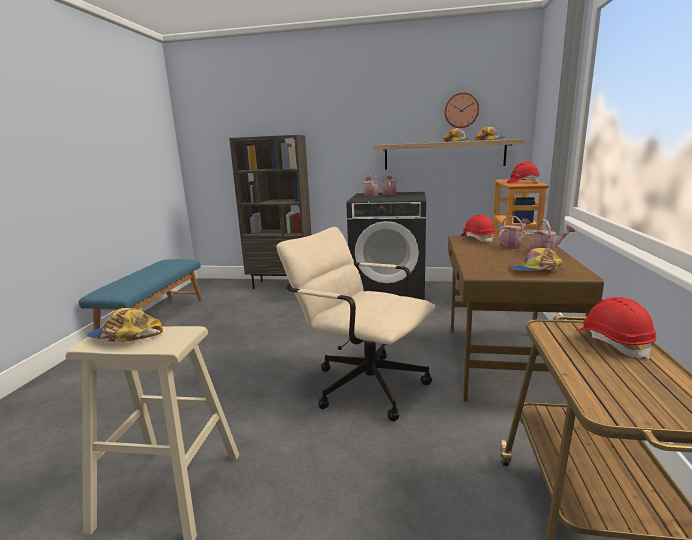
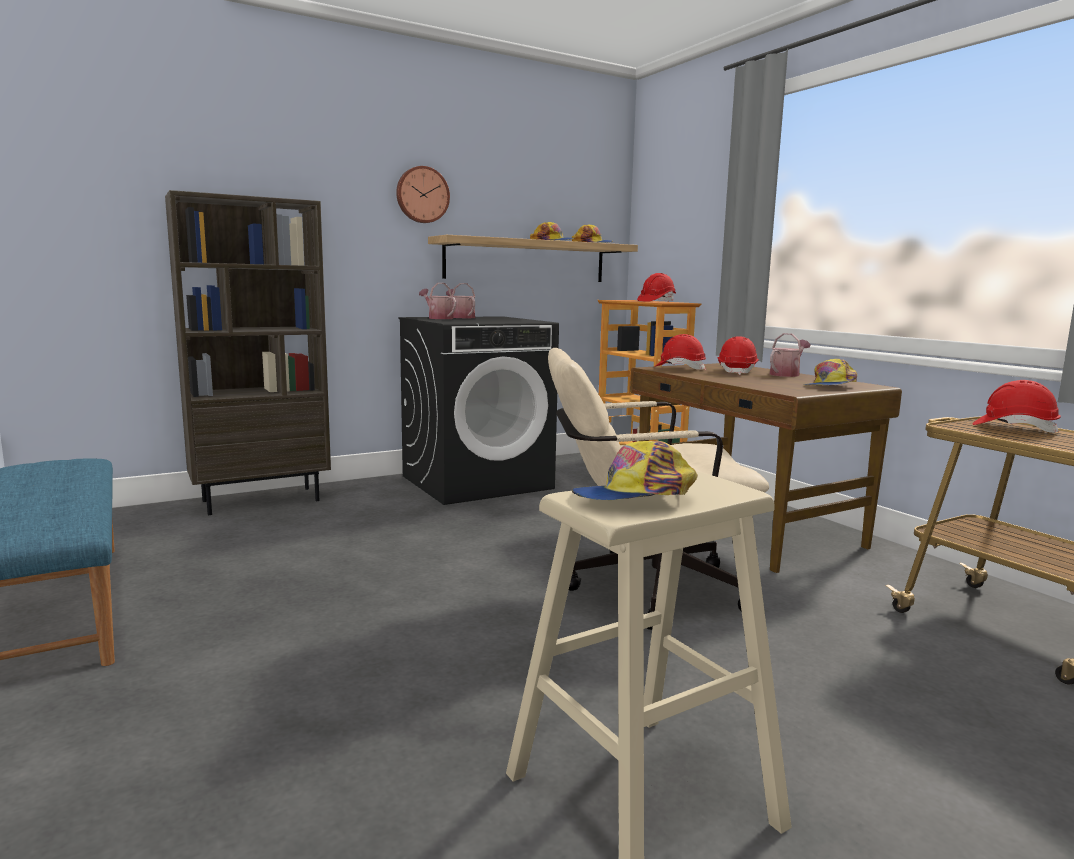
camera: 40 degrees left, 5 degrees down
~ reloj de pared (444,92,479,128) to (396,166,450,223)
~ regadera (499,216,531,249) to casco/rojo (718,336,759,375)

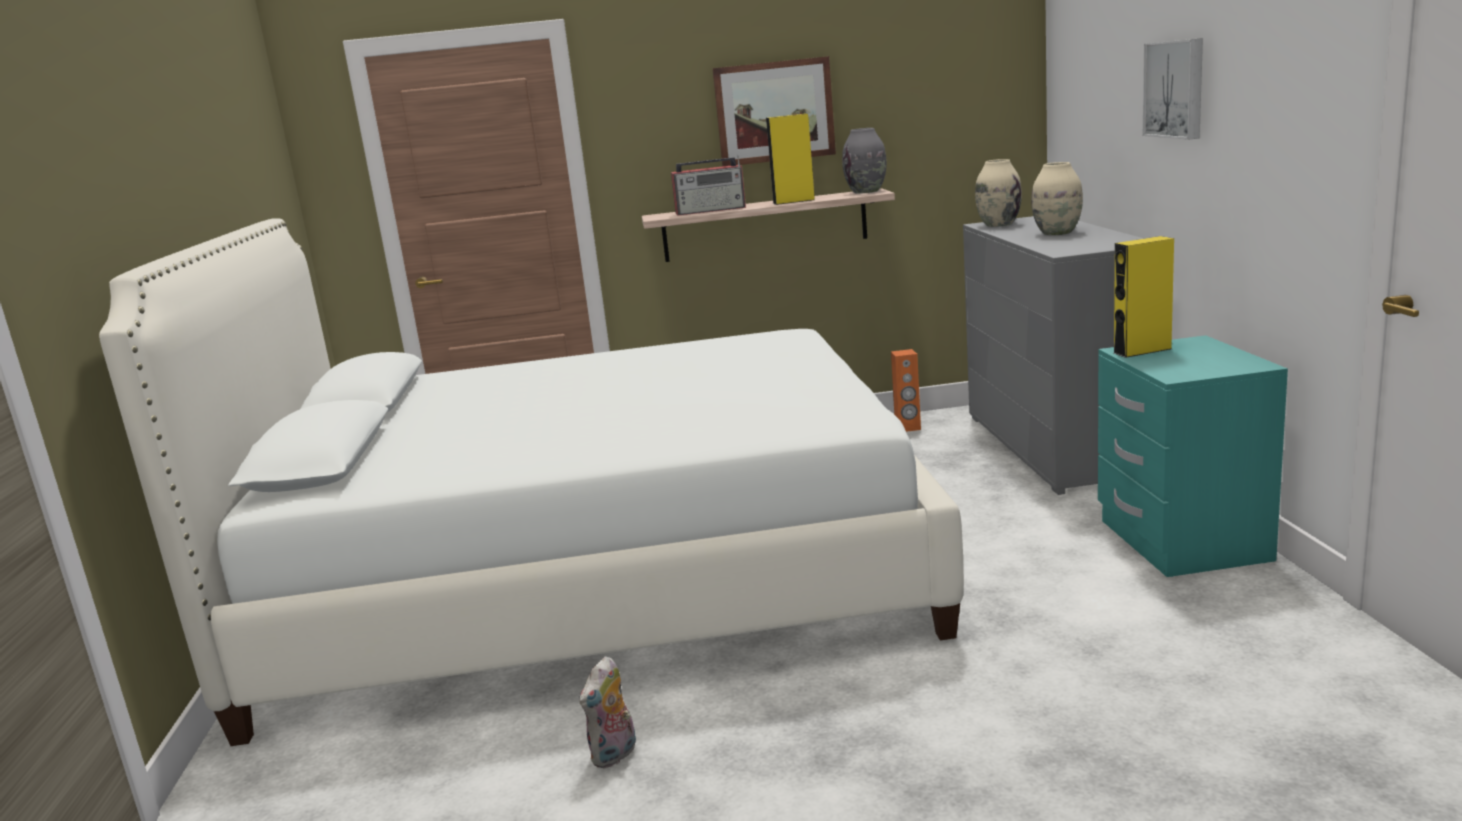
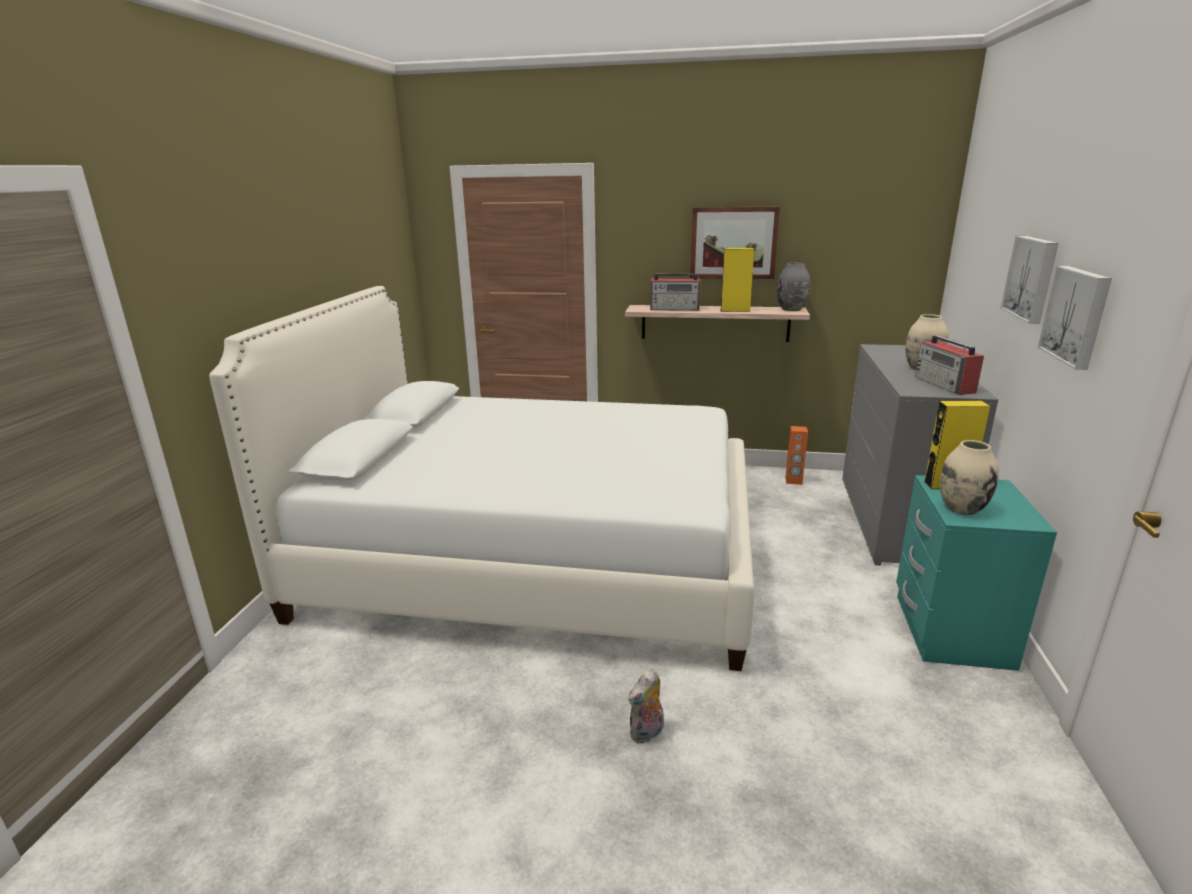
camera: 15 degrees right, 5 degrees up
~ peluche (579,656,636,768) to (629,669,664,744)
+ radio (915,335,984,395)
~ florero/beis (975,159,1022,227) to (940,440,999,515)
+ cuadro (1038,266,1112,370)

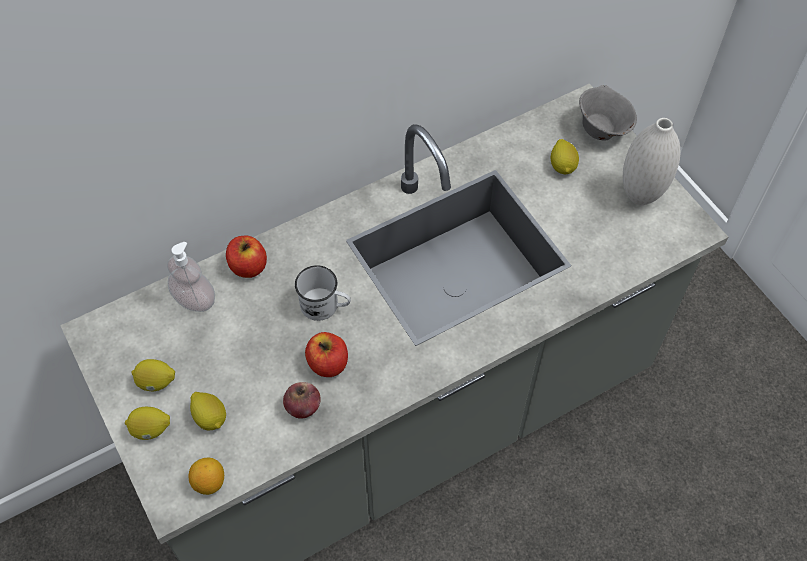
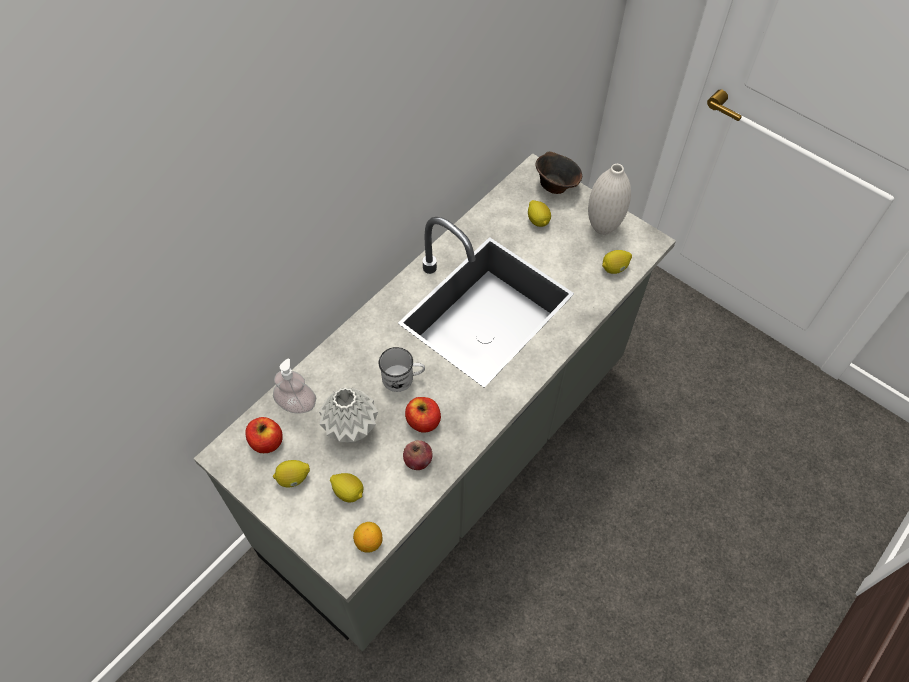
camera: 20 degrees left, 0 degrees up
~ manzana (226,236,267,278) to (245,417,283,453)
+ florero/gris (319,387,378,443)
~ cuenco/gris (579,85,637,141) to cuenco/marrón (535,151,582,194)
~ limón (125,407,170,440) to (602,250,632,274)

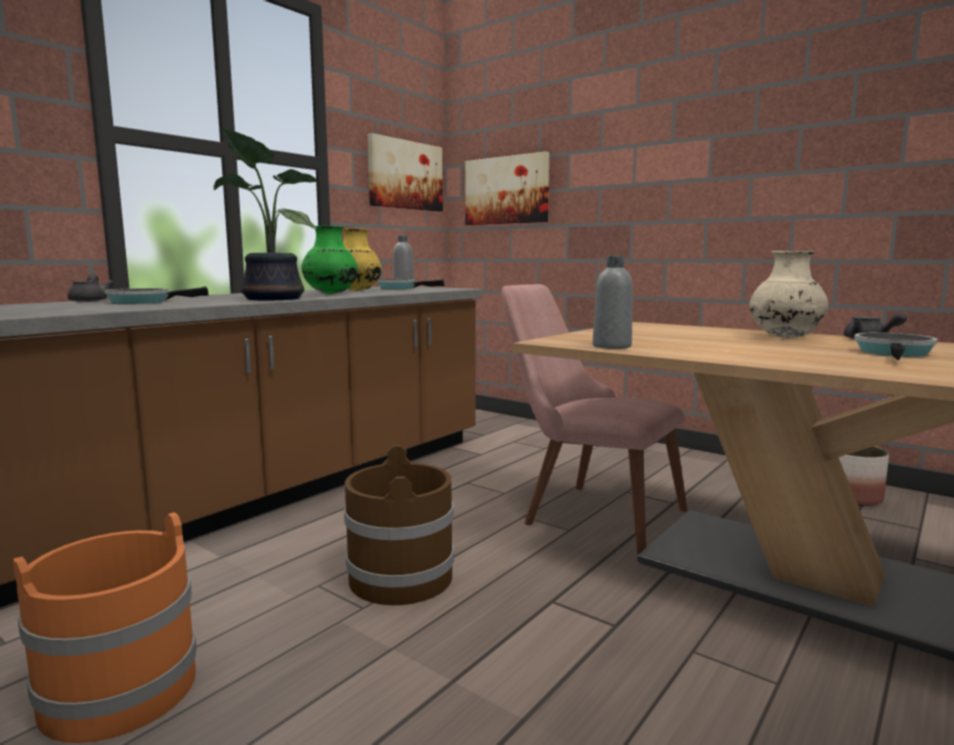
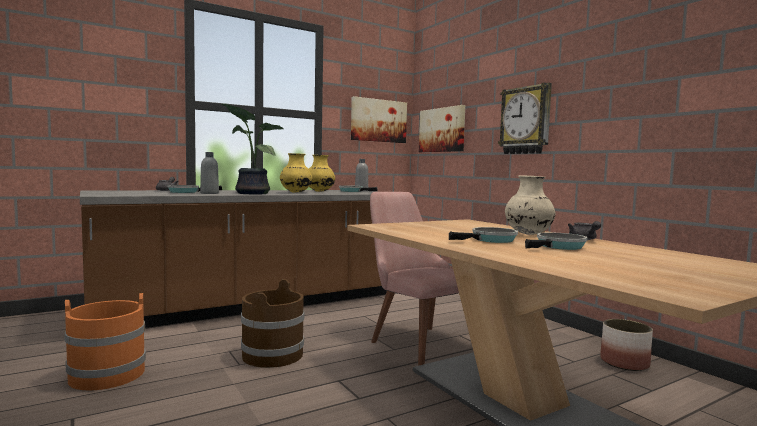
camera: 20 degrees right, 5 degrees down
~ botella/gris (593,256,633,349) to (200,152,219,194)
~ florero/verde (302,226,358,294) to florero/amarillo (280,153,312,193)
+ sartén (449,227,518,243)
+ reloj de pared (498,83,552,154)

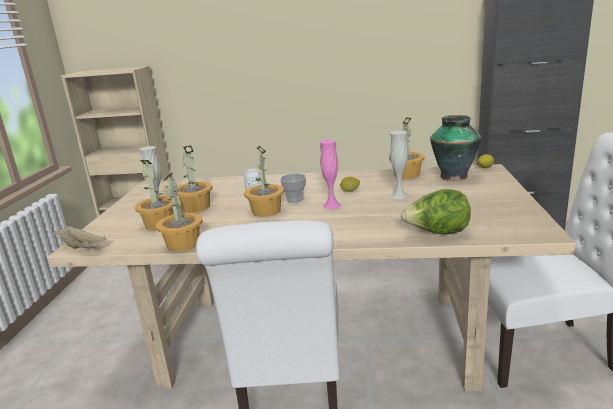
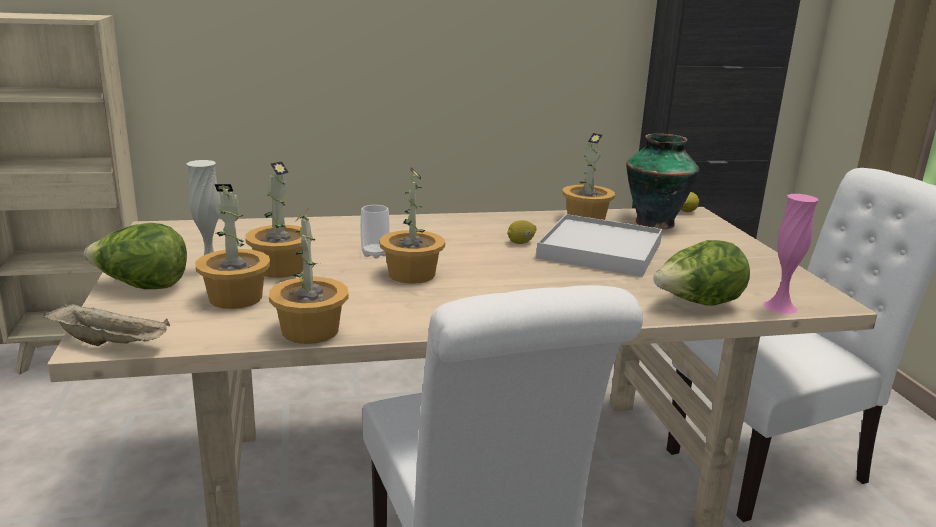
camera: 20 degrees left, 0 degrees up
+ lechuga (84,223,187,289)
~ florero/blanco (390,131,409,199) to bandeja/blanco (536,214,662,277)
~ florero/rosa (320,139,341,209) to (763,194,819,314)
- taza (280,174,306,203)

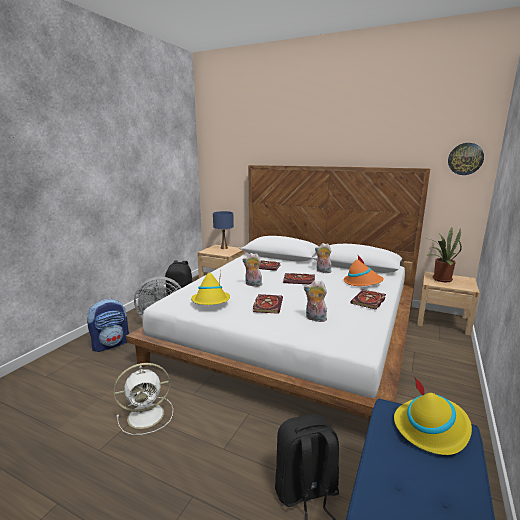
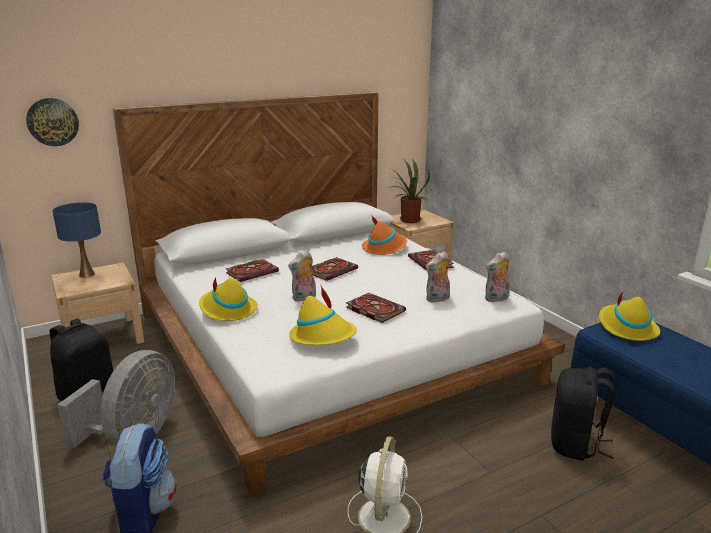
camera: 55 degrees left, 5 degrees up
~ reloj de pared (448,143,484,175) to (26,98,79,146)
+ sombrero/amarillo (199,277,258,321)
~ peluche (315,243,332,273) to (485,251,509,302)

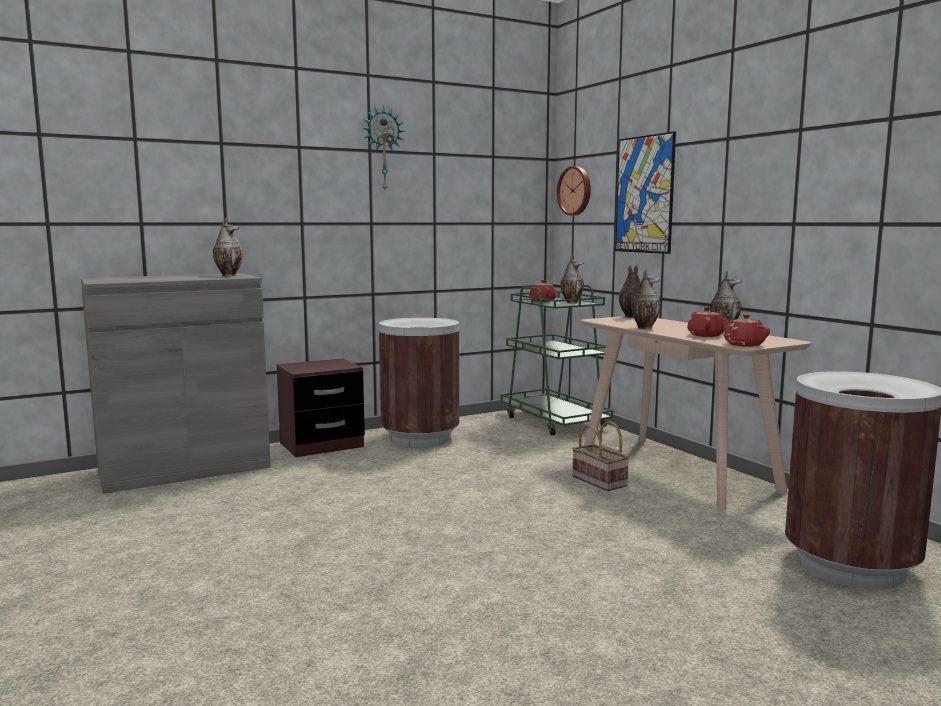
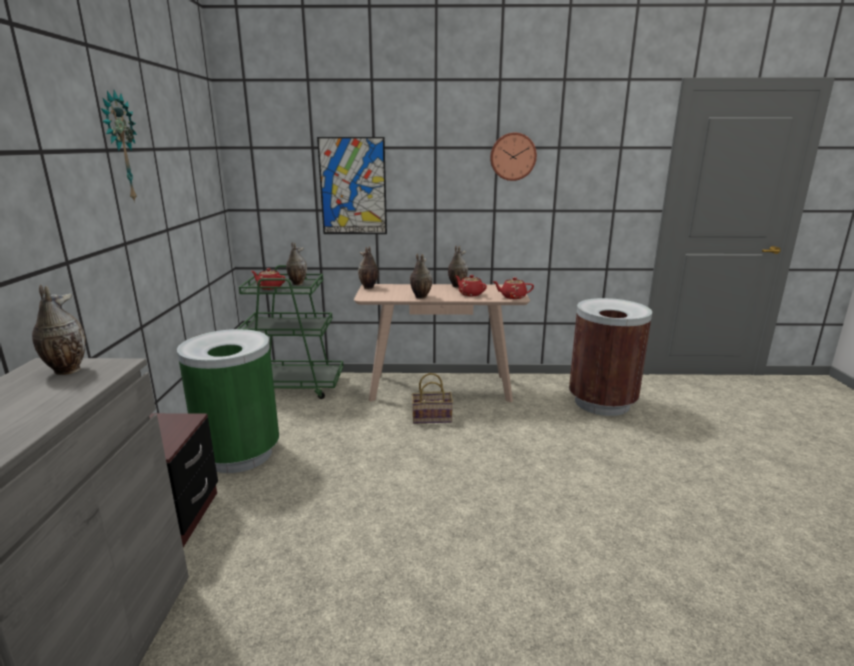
camera: 60 degrees left, 10 degrees up
~ papelera/marrón (379,317,459,447) to papelera/verde (177,329,279,473)
~ reloj de pared (557,166,591,216) to (490,133,537,181)

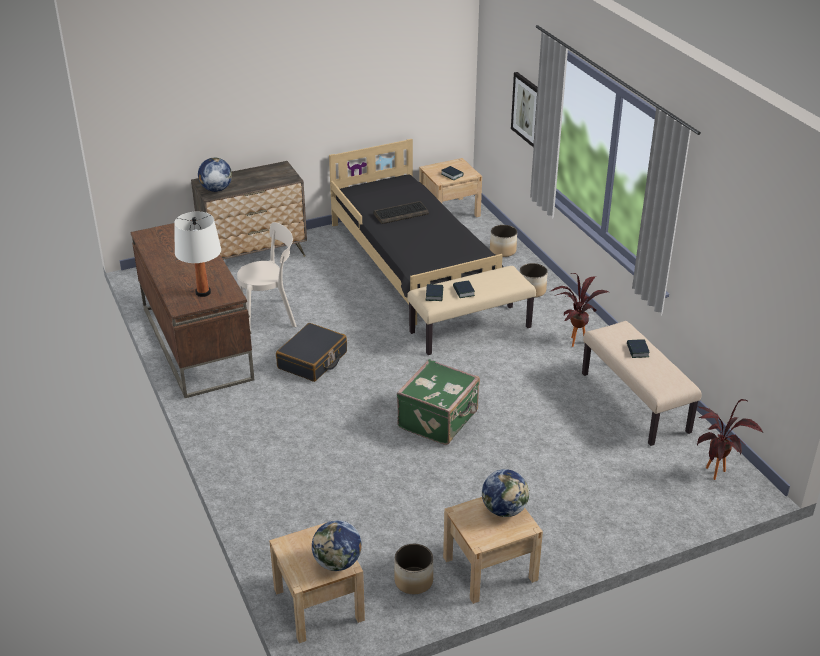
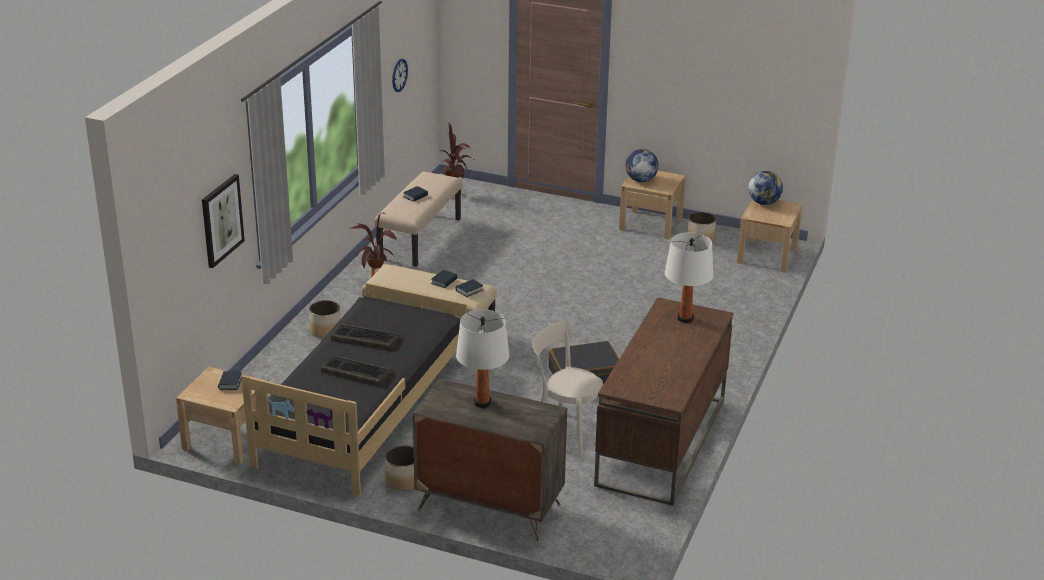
camera: 135 degrees left, 5 degrees down
+ teclado (331,324,400,350)
~ maceta (490,225,517,257) to (385,445,414,491)
+ reloj de pared (392,59,408,92)
+ lámpara de mesa/blanco (456,310,509,408)
- globo terráqueo (198,158,232,192)
- maleta/verde (397,359,480,445)

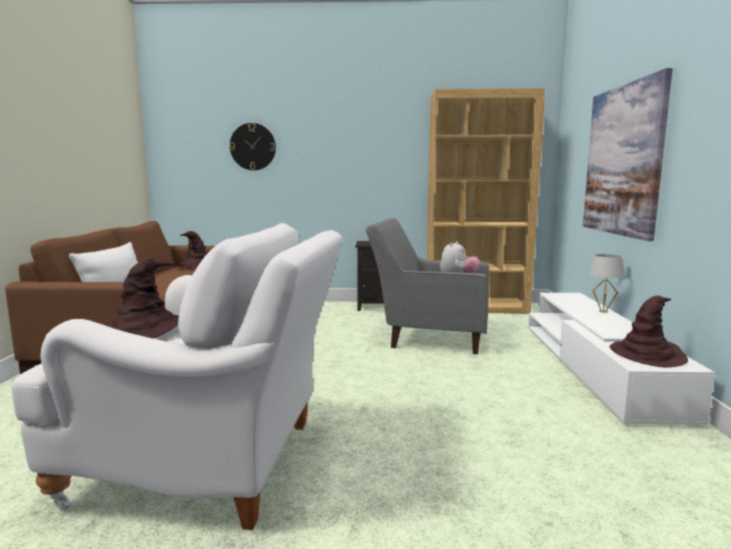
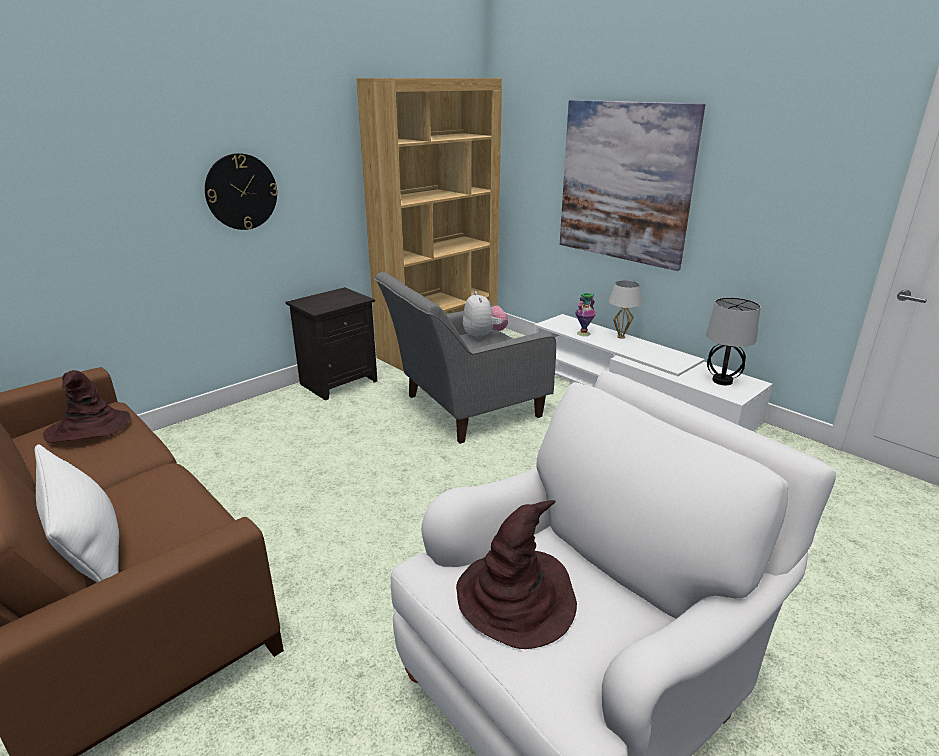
camera: 45 degrees left, 15 degrees up
~ reloj de pared (230,123,276,170) to (205,153,278,230)
+ florero (575,293,596,336)
~ sombrero/marrón (610,295,688,367) to lámpara de mesa (706,297,761,385)

